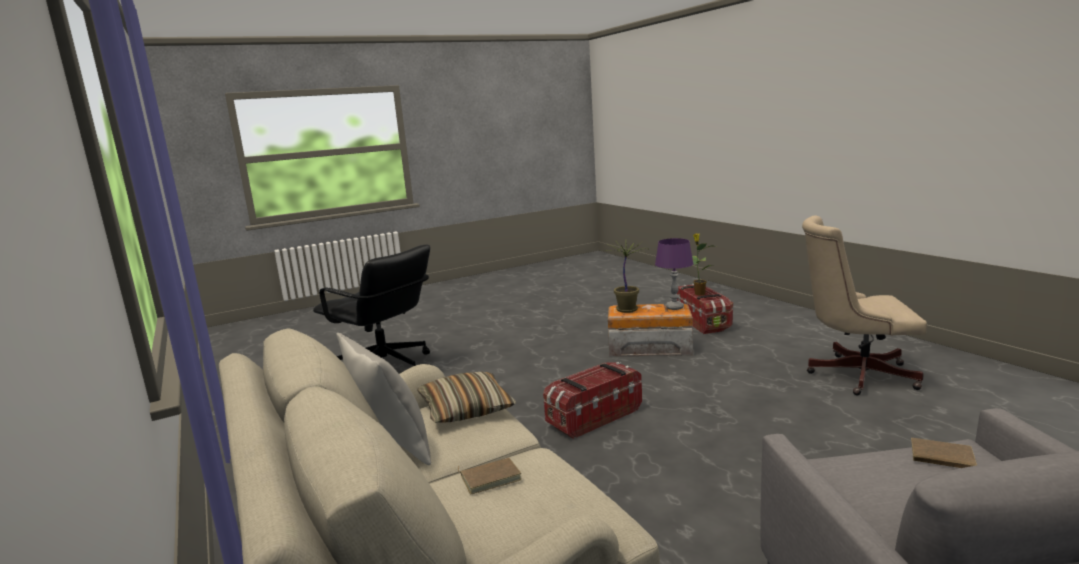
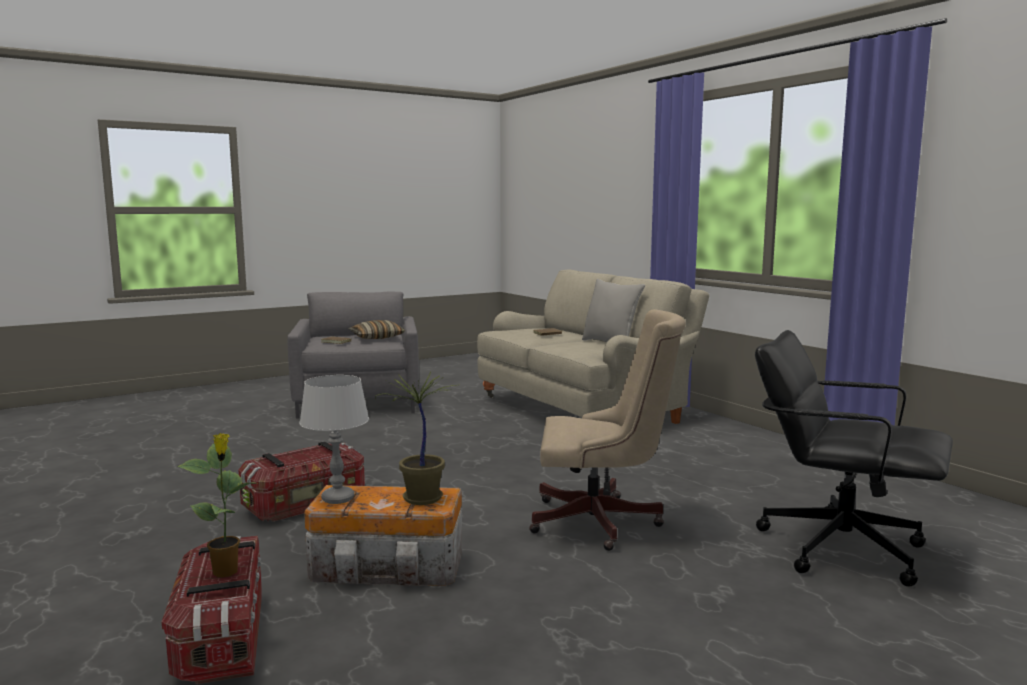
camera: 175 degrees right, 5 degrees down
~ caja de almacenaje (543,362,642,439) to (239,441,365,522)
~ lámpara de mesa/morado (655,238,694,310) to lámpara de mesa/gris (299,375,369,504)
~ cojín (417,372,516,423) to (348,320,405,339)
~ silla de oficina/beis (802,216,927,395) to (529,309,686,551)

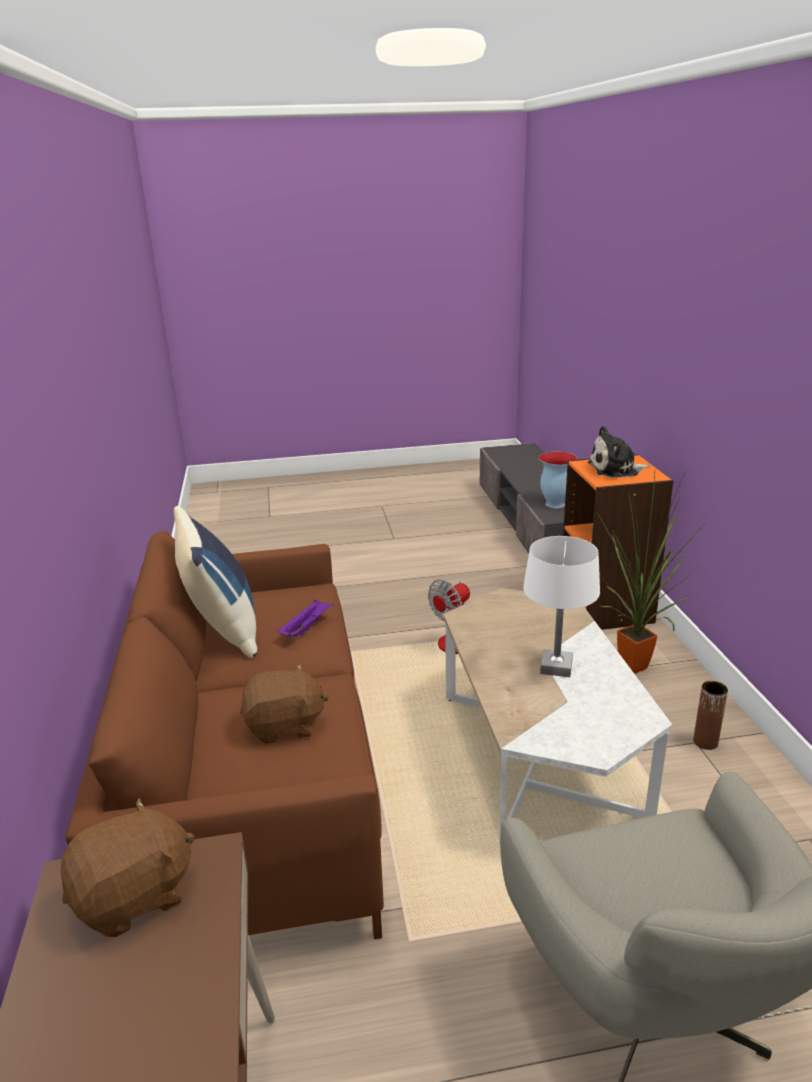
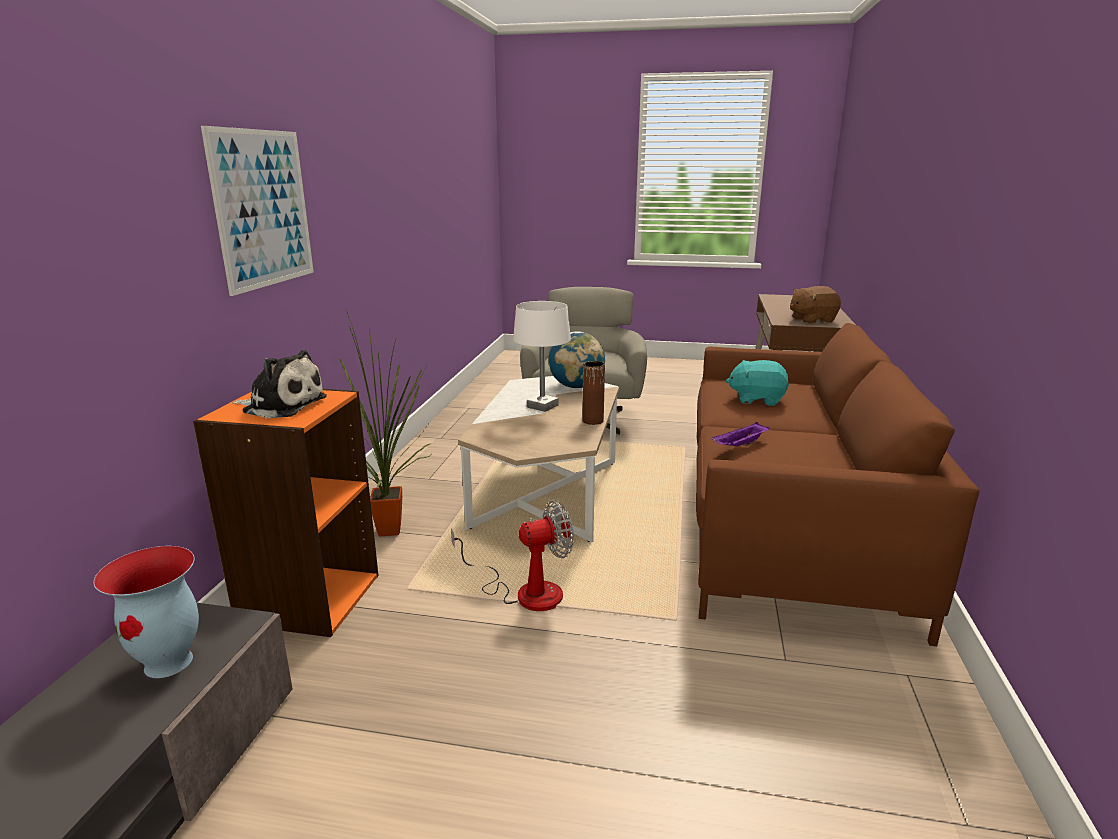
camera: 160 degrees left, 5 degrees down
+ cuadro (201,126,314,296)
+ globo terráqueo (548,331,605,388)
~ florero/marrón (693,681,728,750) to (582,361,605,425)
~ peluche/marrón (240,664,329,744) to peluche/turquesa (726,360,789,406)
- cojín/azul (174,506,257,658)

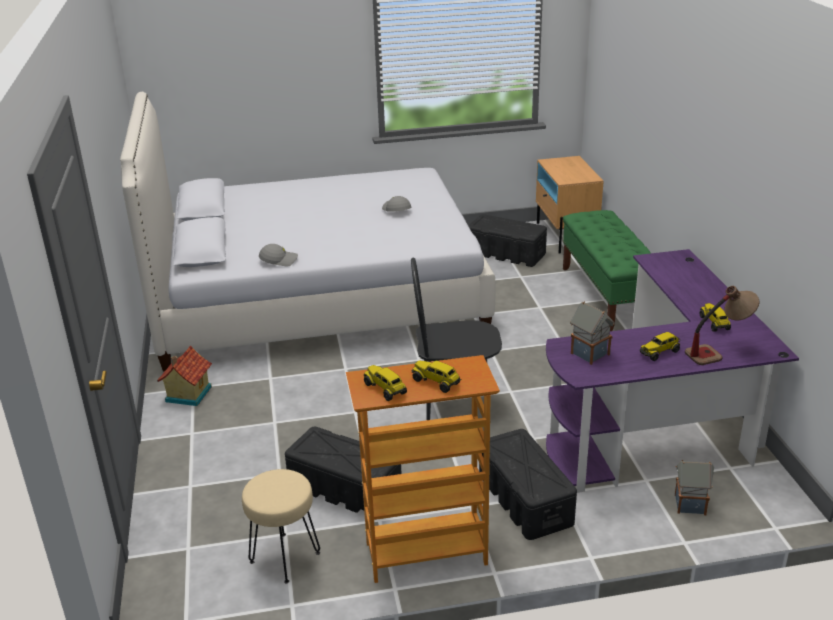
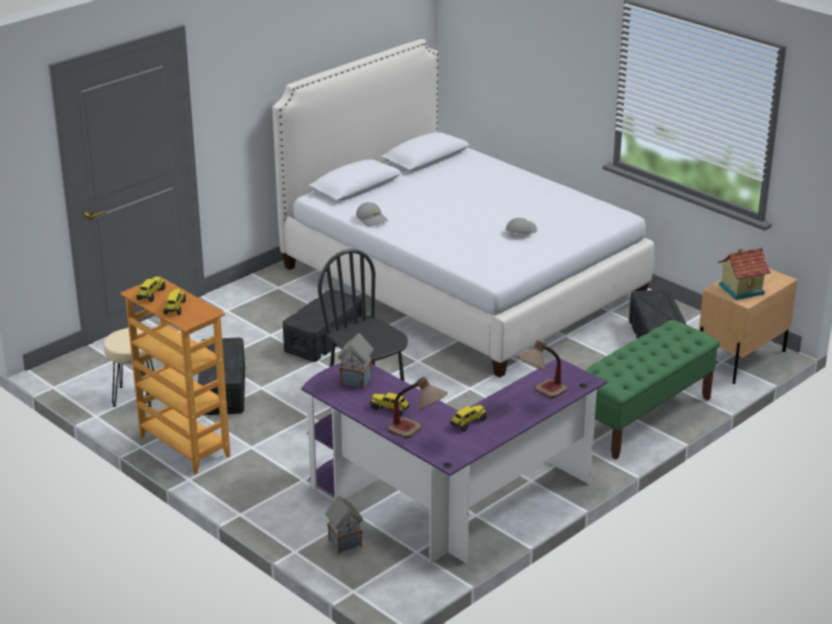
camera: 55 degrees right, 0 degrees up
~ caja de almacenaje/negro (479,429,577,540) to (283,289,362,362)
+ lámpara de mesa (517,340,568,398)
~ casita (157,346,212,406) to (718,248,771,300)

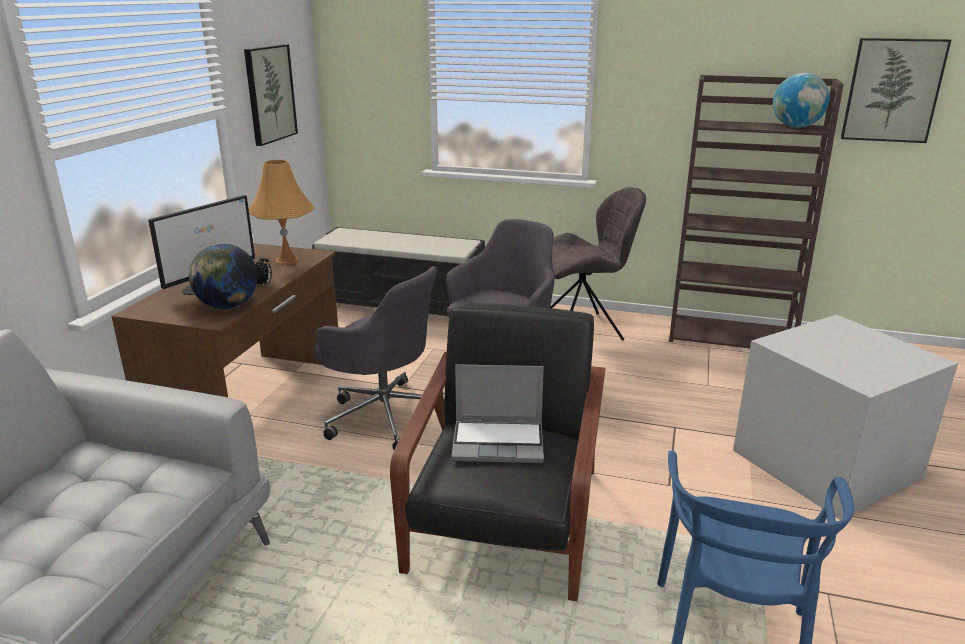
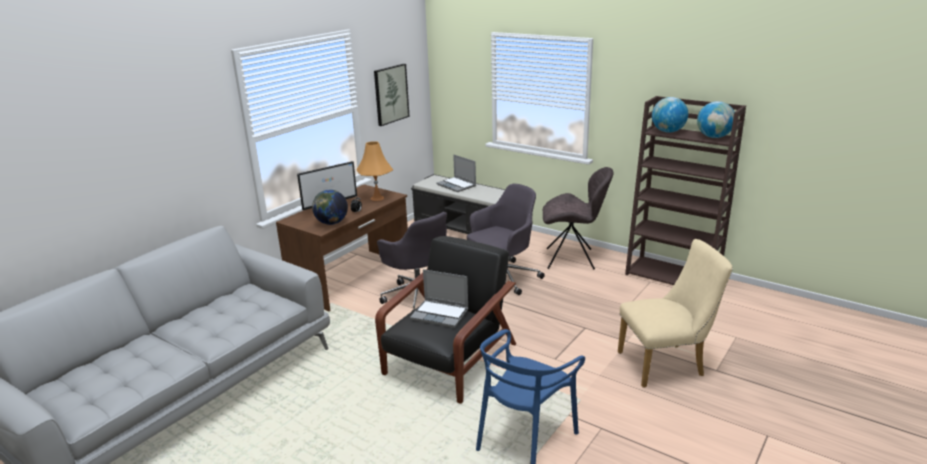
camera: 20 degrees right, 0 degrees up
+ portátil (436,154,476,192)
~ caja de almacenaje/gris (733,315,958,520) to silla/beis (618,239,733,388)
+ globo terráqueo (652,97,688,133)
- cuadro (841,38,951,143)

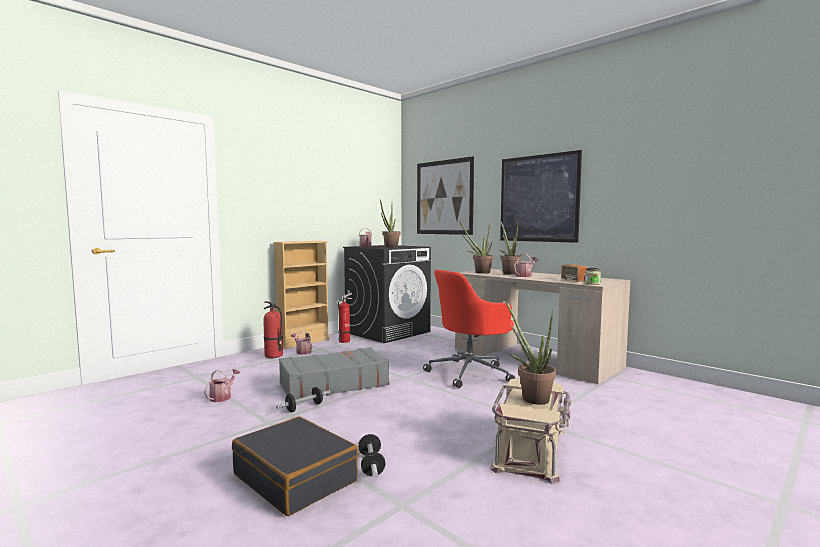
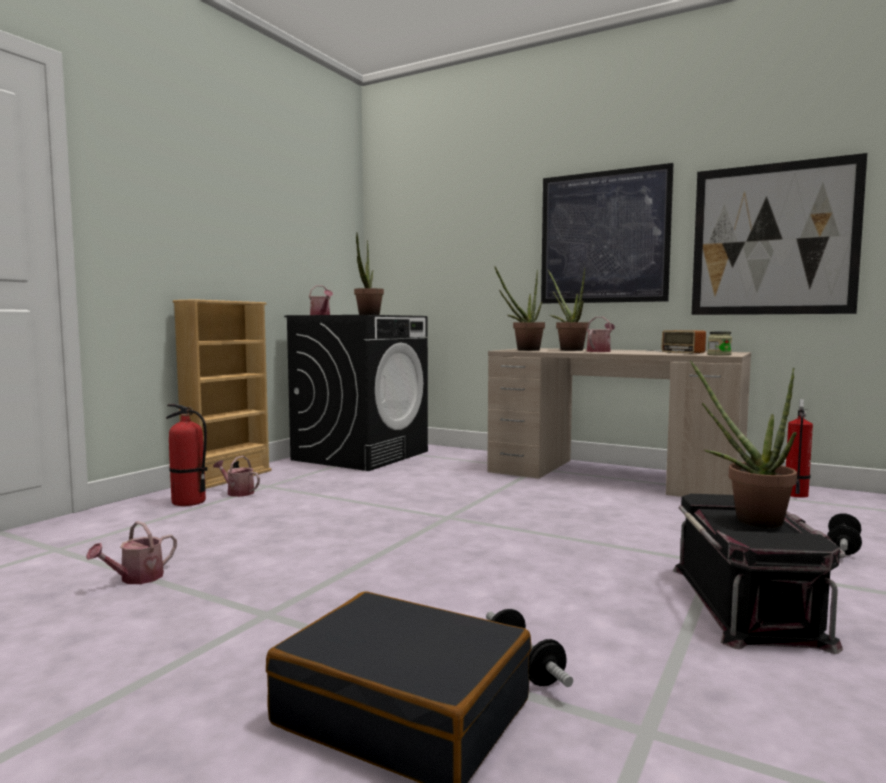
camera: 15 degrees left, 0 degrees up
~ regadera (204,369,240,402) = (86,521,177,584) 150 degrees counterclockwise
~ caja de almacenaje/beis (490,378,571,484) to caja de almacenaje/negro (673,494,846,654)
~ cuadro (417,156,474,235) to (692,153,867,315)
~ extintor (338,292,352,343) to (786,399,813,498)
~ mancuerna (276,387,330,412) to (827,513,862,555)
- maleta/gris (279,347,390,400)
- silla de oficina/rojo (423,270,515,388)

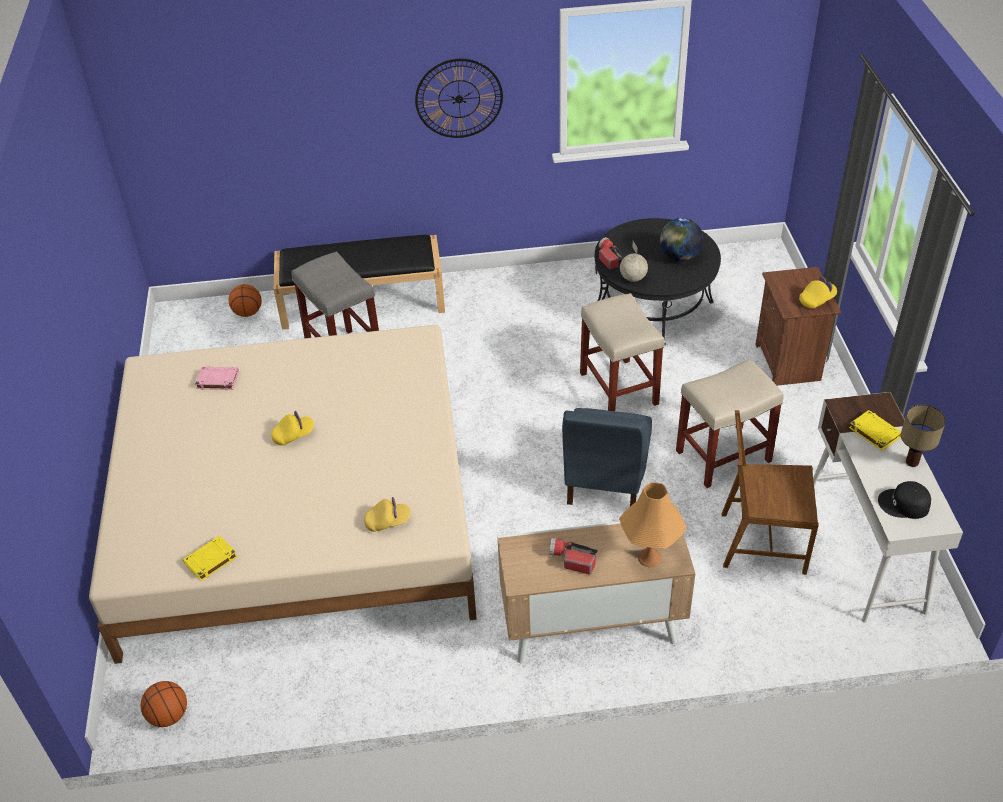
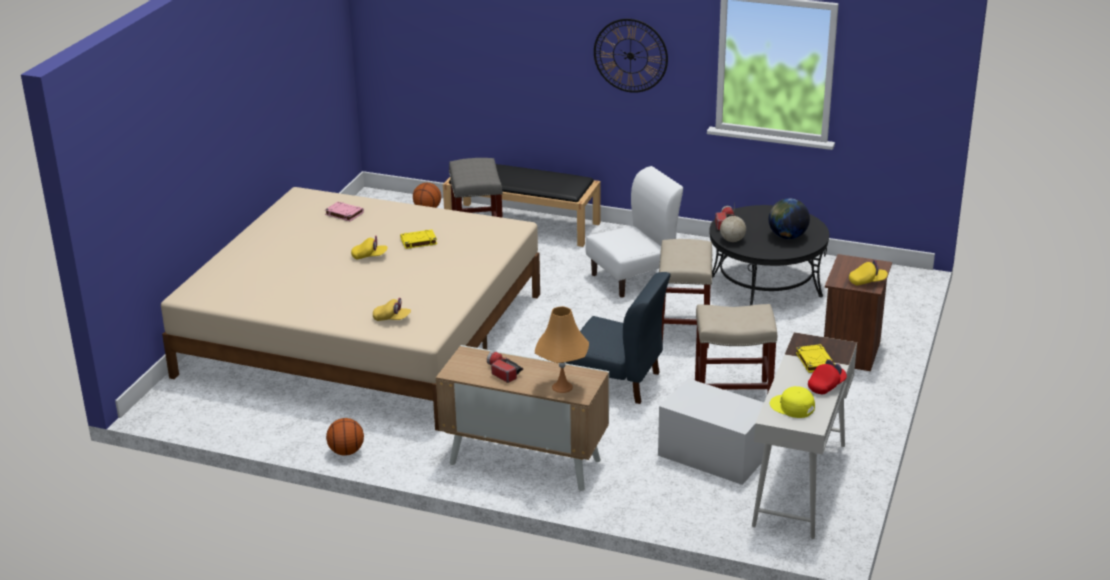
camera: 25 degrees right, 15 degrees down
~ balón de baloncesto (141,681,187,727) to (326,418,364,456)
~ libro/amarillo (183,535,238,581) to (400,229,437,249)
~ silla/azul (562,408,652,506) = (566,272,671,404) 105 degrees counterclockwise
+ silla/blanco (585,166,683,298)
~ silla/marrón (722,410,819,575) to caja de almacenaje/blanco (658,378,765,485)
~ gorra/negro (878,481,931,519) to gorra/amarillo (770,386,815,418)
~ lámpara de mesa (901,404,946,467) to gorra/rojo (808,359,847,394)

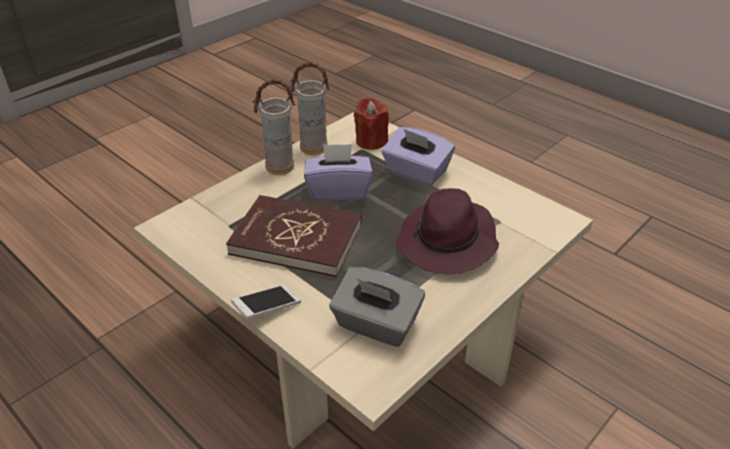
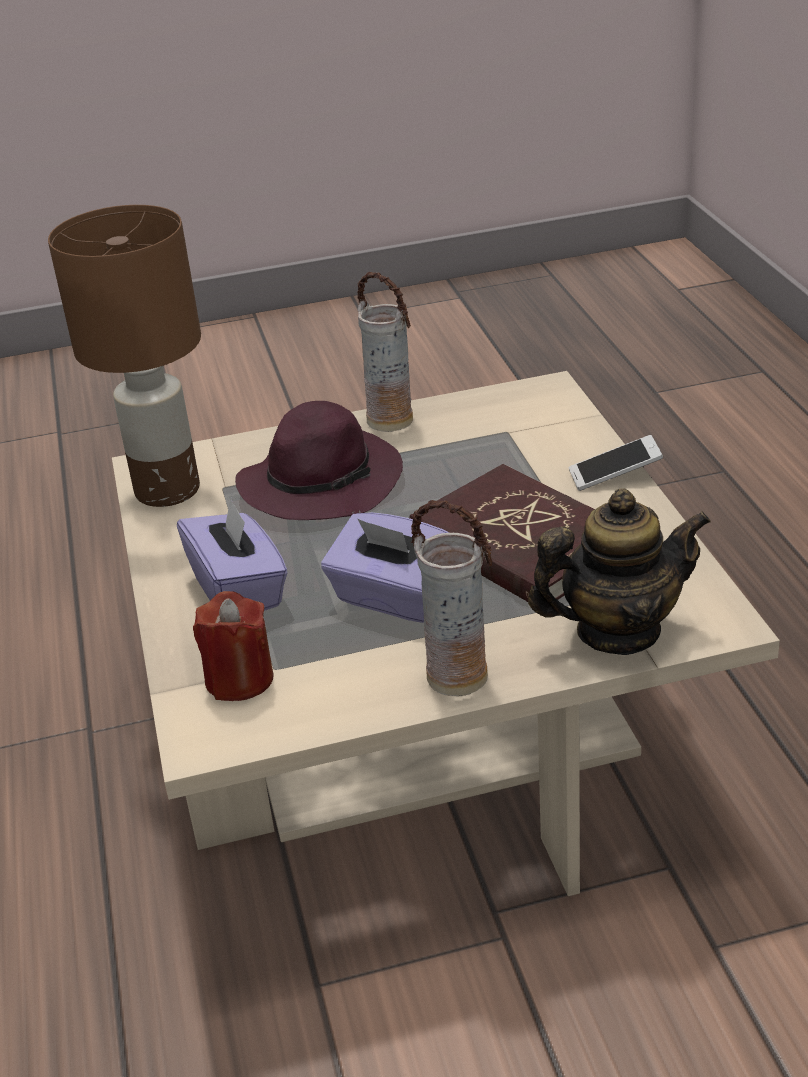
camera: 145 degrees left, 5 degrees down
+ lámpara de mesa/marrón (48,205,201,507)
~ florero (290,62,330,156) to (357,272,413,432)
+ tetera (528,488,711,655)
- caja de pañuelos/gris (329,267,425,347)

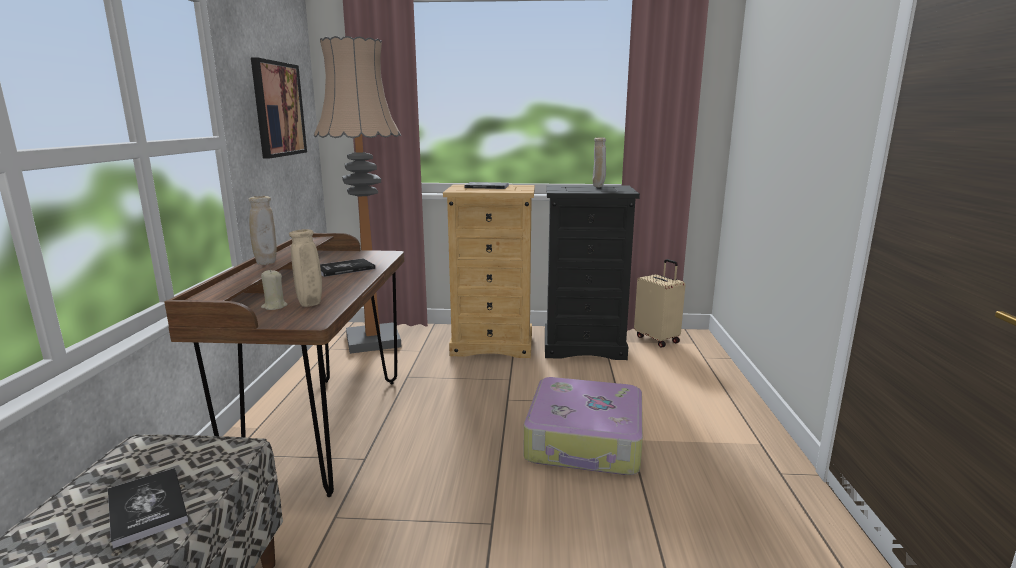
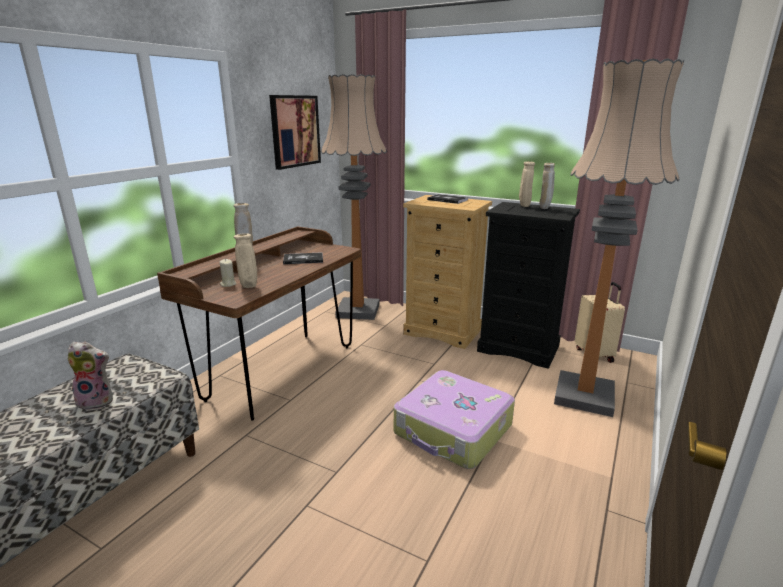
camera: 25 degrees right, 5 degrees up
~ libro (108,468,188,548) to peluche (67,342,113,410)
+ florero/beis (519,161,535,207)
+ lámpara de pie (554,59,684,417)

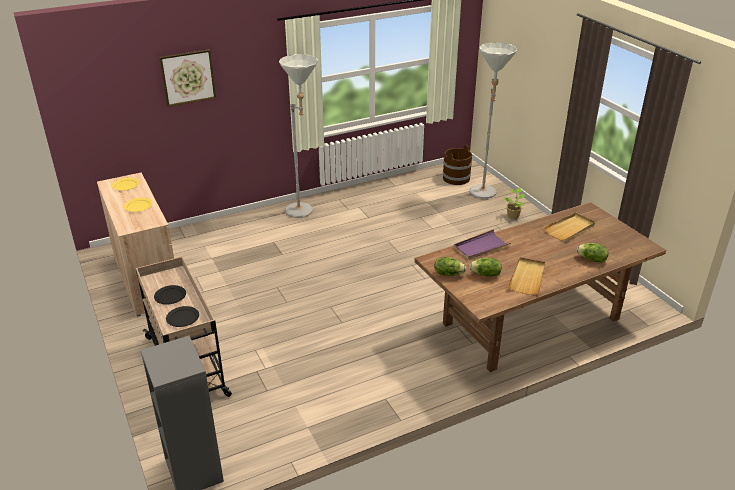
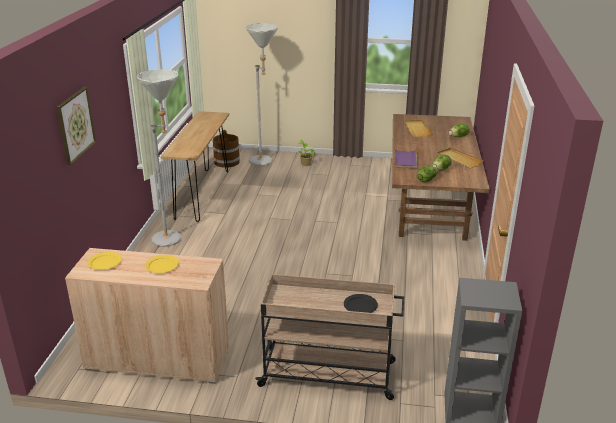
camera: 55 degrees left, 5 degrees down
+ mesa consola/marrón (161,111,229,222)
- plato/negro (154,285,186,305)

